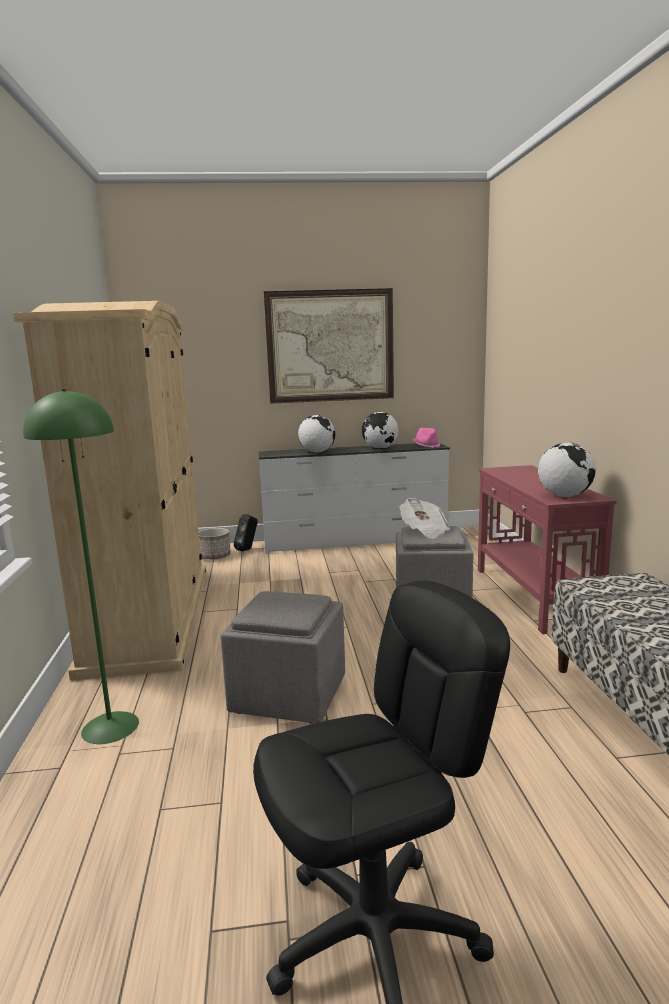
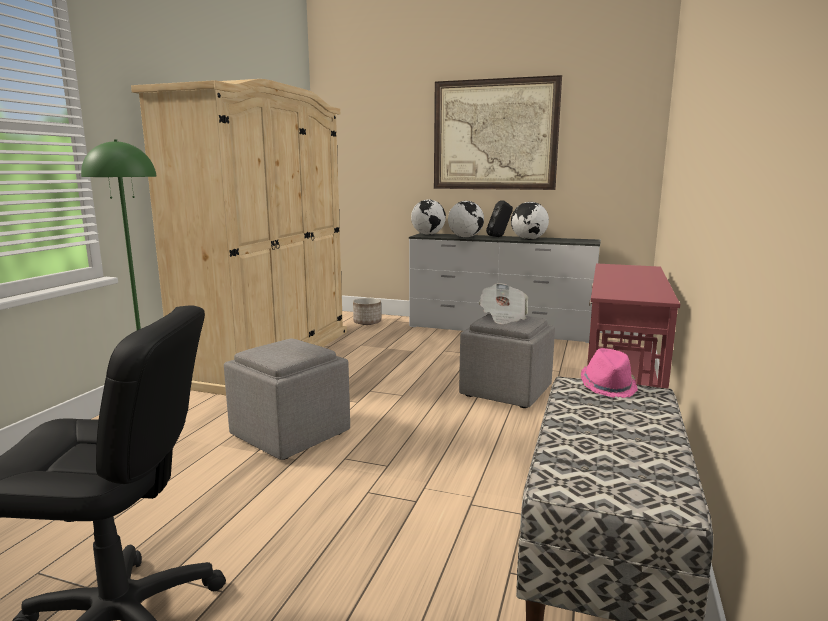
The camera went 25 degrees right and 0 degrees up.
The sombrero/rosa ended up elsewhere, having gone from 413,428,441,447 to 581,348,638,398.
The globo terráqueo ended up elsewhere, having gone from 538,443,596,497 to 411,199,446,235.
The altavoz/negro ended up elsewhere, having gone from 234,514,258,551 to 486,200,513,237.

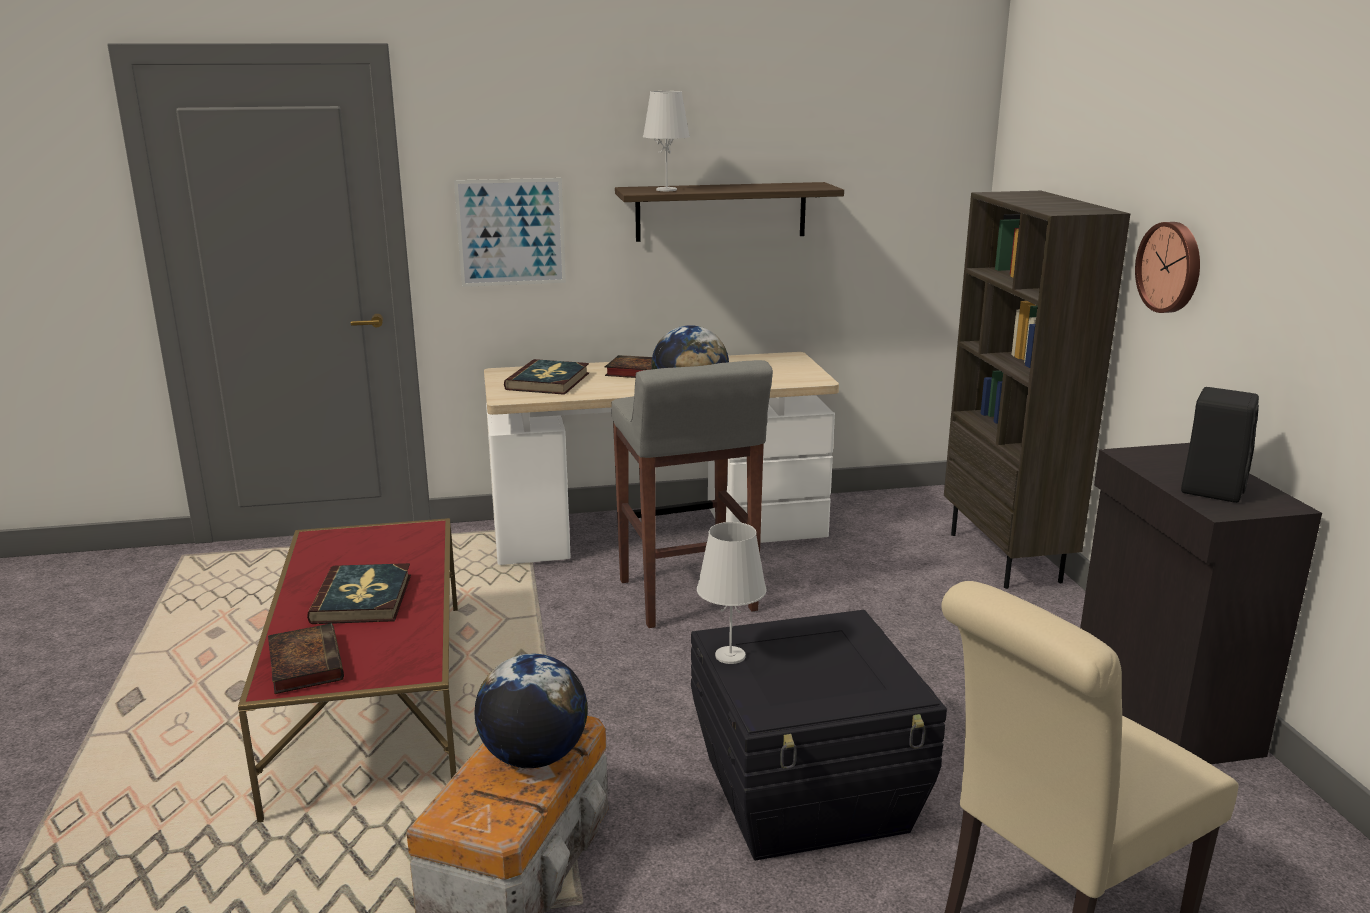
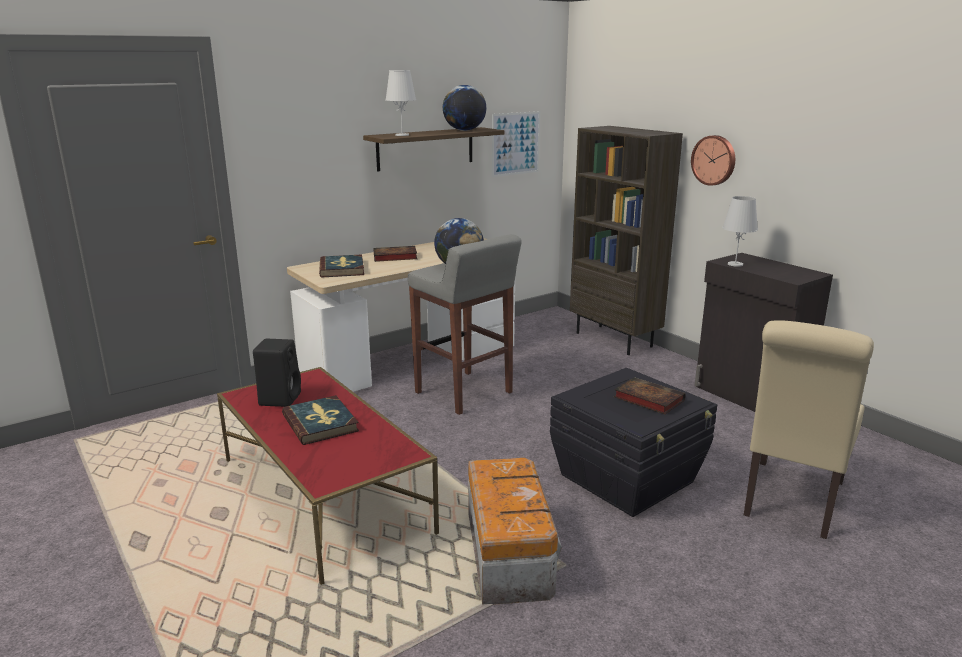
The camera went 25 degrees left and 0 degrees up.
The cuadro ended up elsewhere, having gone from 454,178,566,287 to 492,111,540,177.
The altavoz/negro ended up elsewhere, having gone from 1181,387,1259,503 to 253,339,301,407.
The lámpara de mesa/blanco ended up elsewhere, having gone from 697,522,767,664 to 722,196,758,267.
The libro ended up elsewhere, having gone from 268,623,344,694 to 614,377,685,414.
The globo terráqueo ended up elsewhere, having gone from 475,654,588,768 to 443,85,486,131.

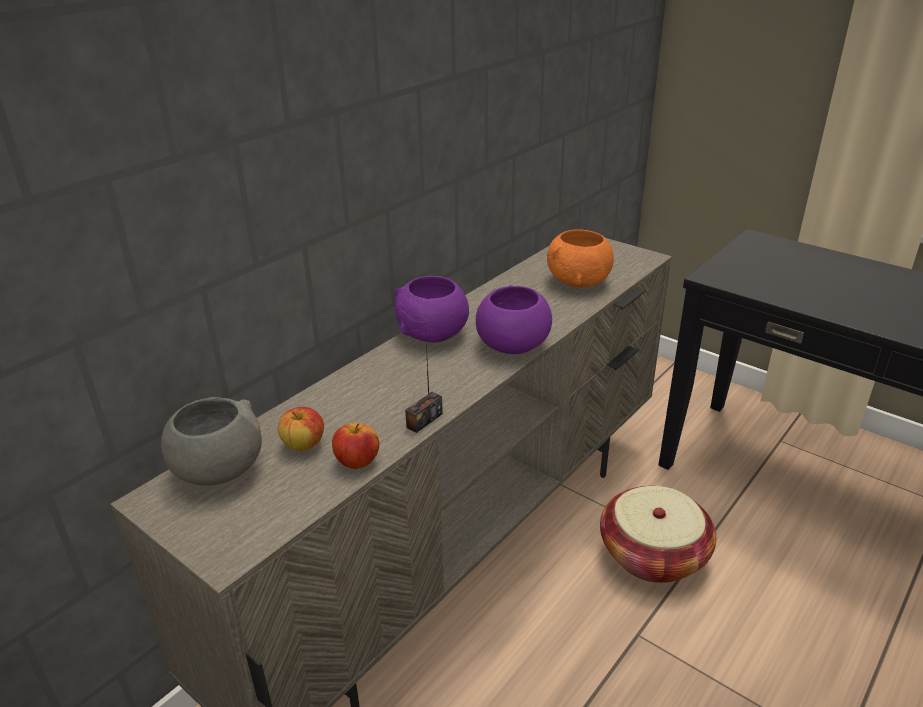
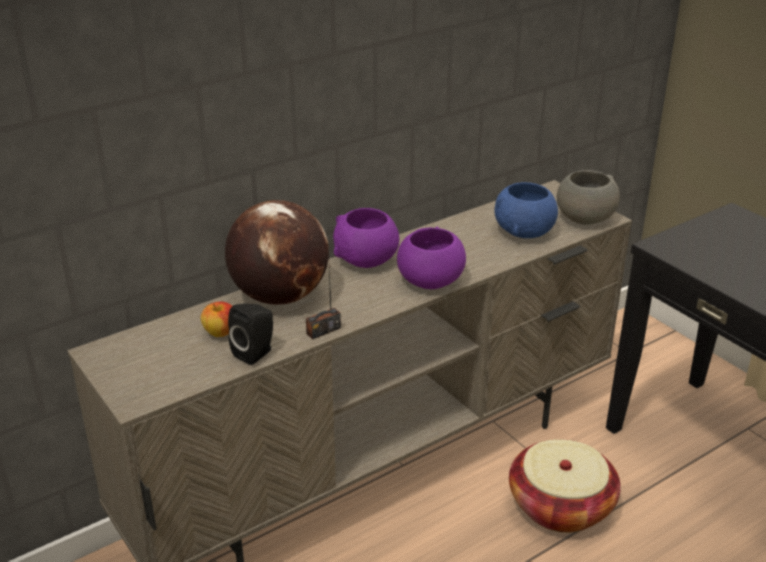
The camera went 15 degrees right and 0 degrees up.
What was the cuenco/naranja at 547,229,614,288 turned into the cuenco/azul at 494,182,558,238.
The cuenco/gris ended up elsewhere, having gone from 161,397,262,486 to 557,170,620,225.
Where the manzana stood at 332,423,379,469, the altavoz/negro came to stand at 228,303,273,365.
The second view gained the globo terráqueo at 225,200,329,305.

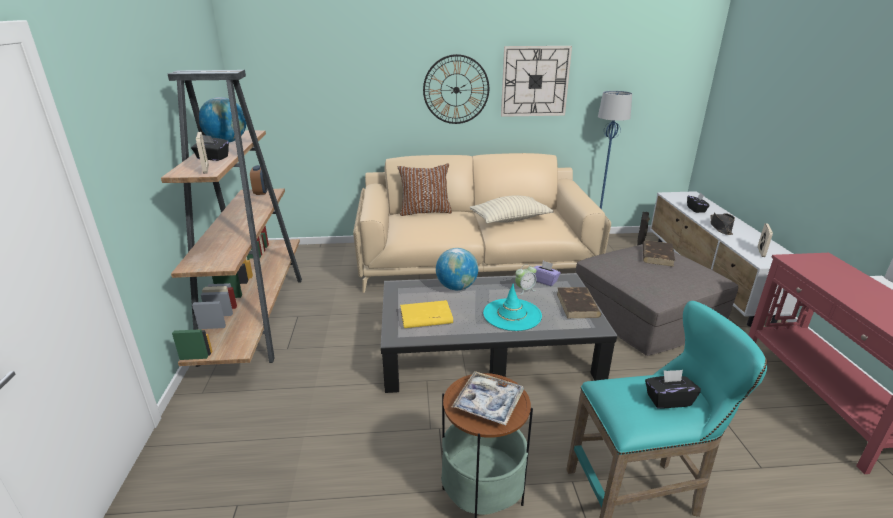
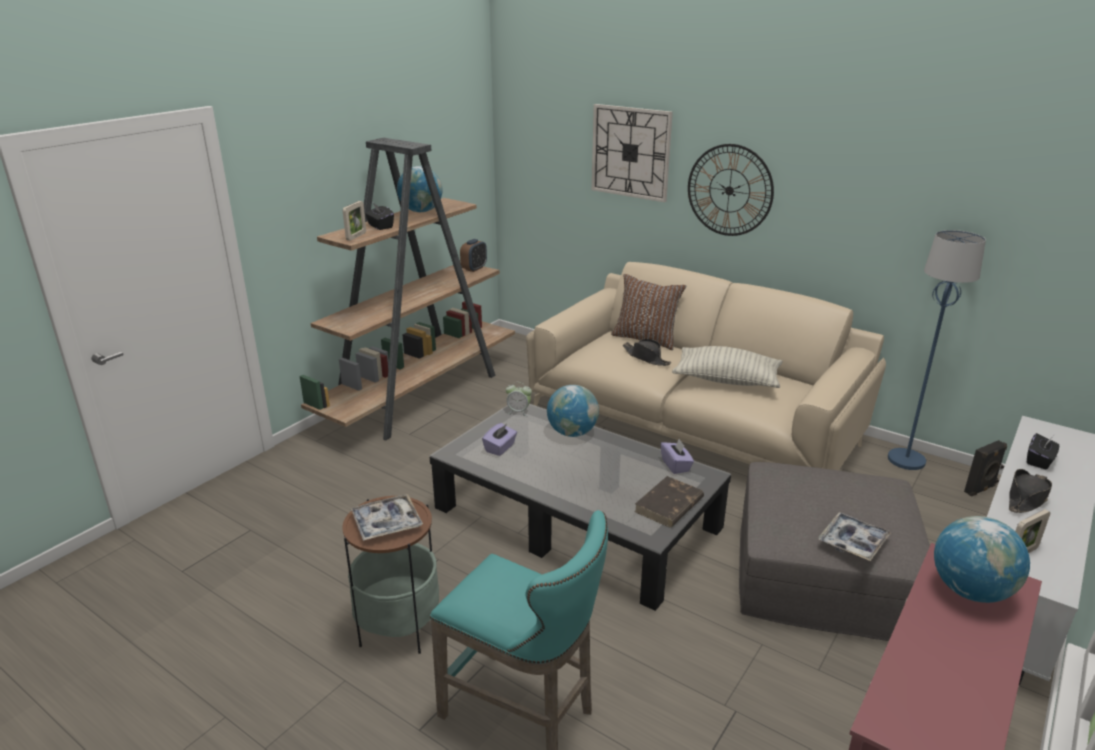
The camera went 40 degrees right and 0 degrees up.
The reloj de pared ended up elsewhere, having gone from 501,46,572,117 to 592,104,673,202.
The second view lost the libro/marrón at 643,240,675,267.
The despertador ended up elsewhere, having gone from 515,264,536,295 to 506,382,532,416.
The second view lost the sombrero/turquesa at 483,284,542,331.
Where the libro/amarillo stood at 400,300,453,328, the caja de pañuelos/morado came to stand at 482,423,517,456.
The second view lost the caja de pañuelos/negro at 645,370,701,409.
The second view gained the sombrero/negro at 623,339,671,366.
The second view gained the bandeja at 818,512,891,561.
The second view gained the globo terráqueo at 934,516,1030,603.

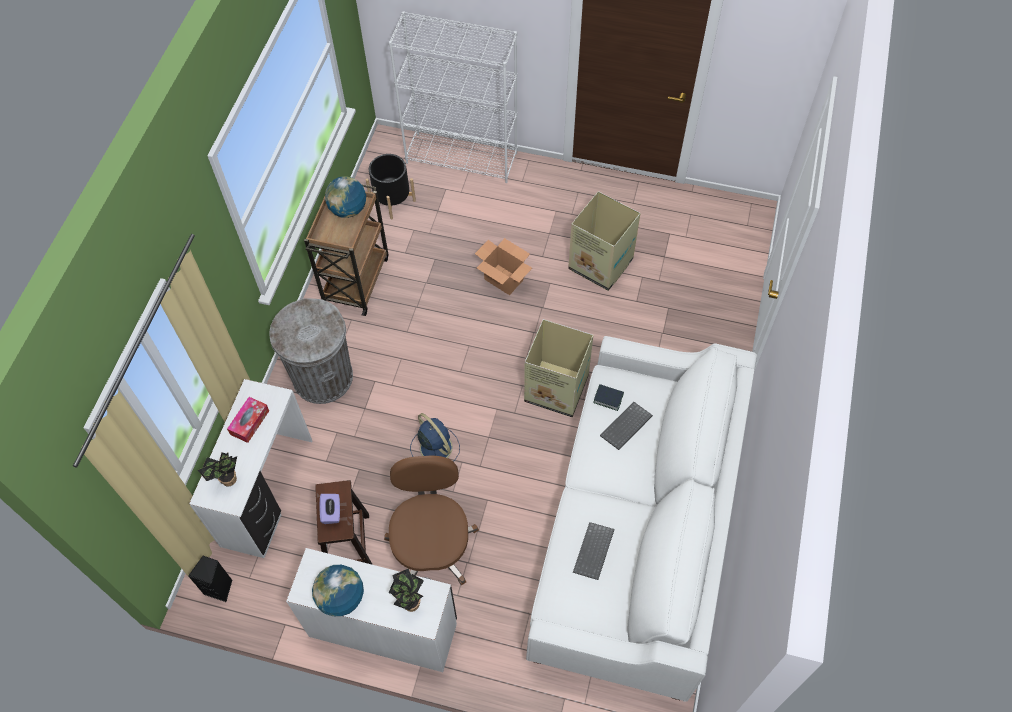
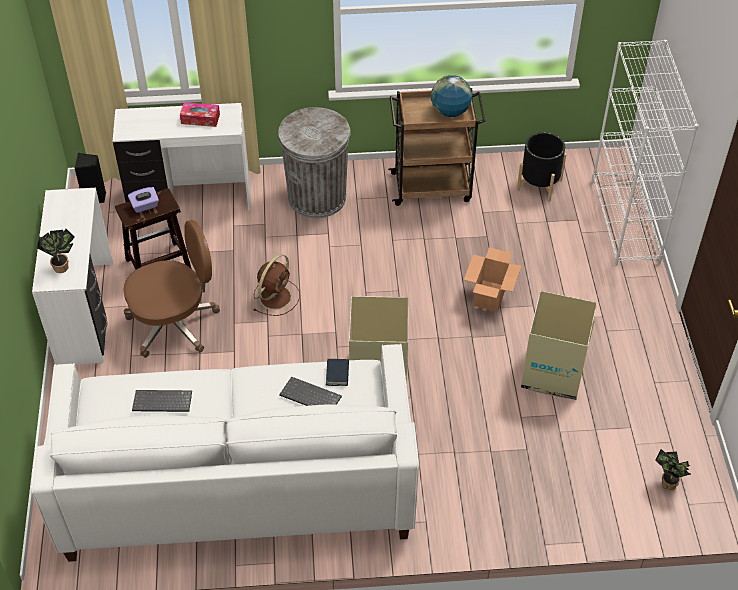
The camera went 70 degrees right and 10 degrees down.
What was the ventilador/azul at 410,413,460,462 turned into the ventilador/marrón at 254,254,300,316.
The planta en maceta ended up elsewhere, having gone from 198,452,237,486 to 655,449,691,490.
The second view lost the globo terráqueo at 312,565,364,616.

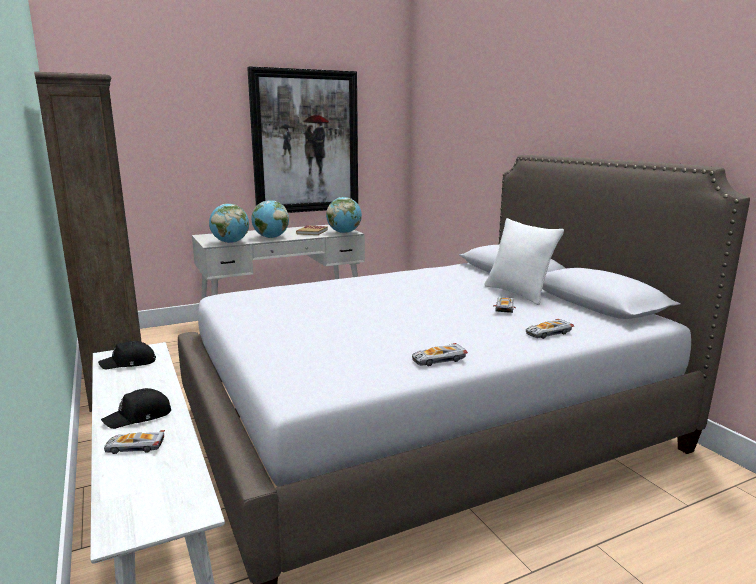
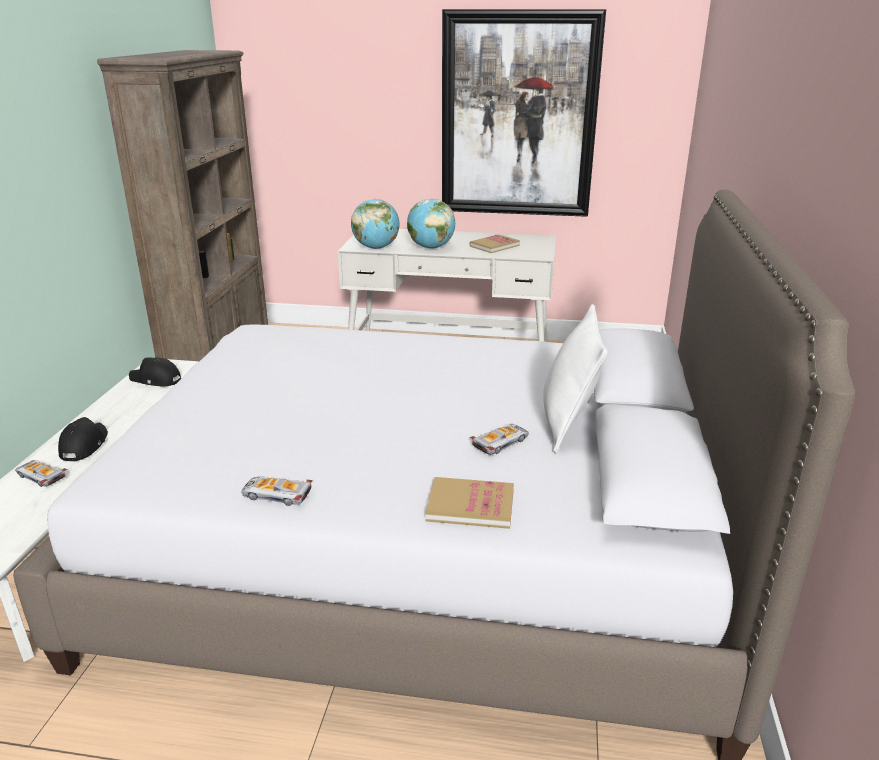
The camera went 35 degrees right and 10 degrees up.
The second view lost the globo terráqueo at 326,197,362,233.
Where the coche de juguete stood at 526,319,574,339, the libro came to stand at 425,477,514,529.
The gorra/negro at 101,388,171,429 ended up facing another way, 90 degrees clockwise from before.

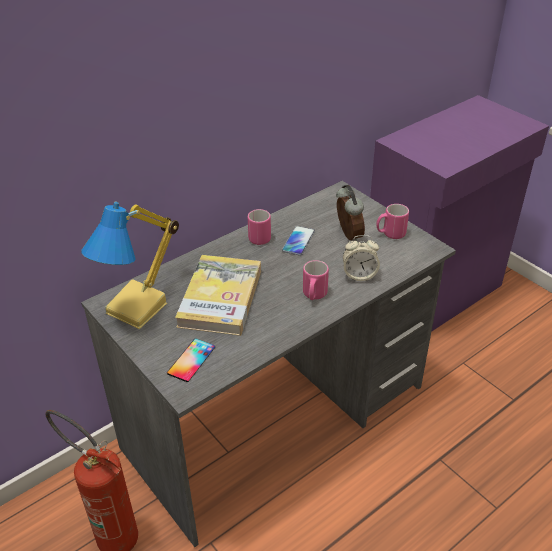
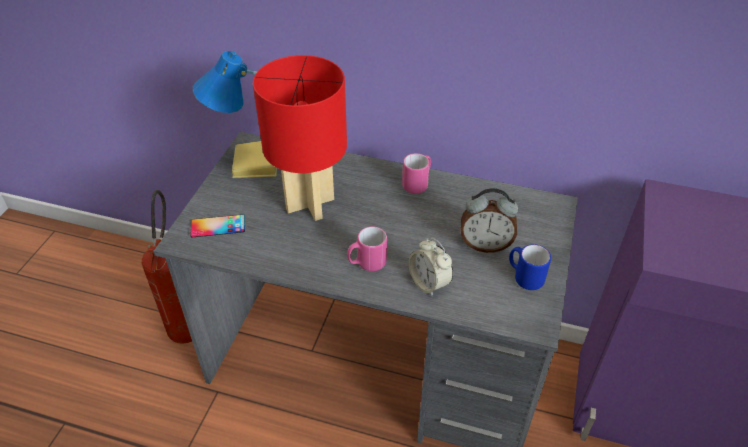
The camera went 55 degrees right and 5 degrees up.
The despertador at 336,185,365,241 ended up facing another way, 60 degrees clockwise from before.
What was the taza grande/rosa at 376,204,409,239 turned into the taza grande/azul at 509,244,551,290.
The second view lost the móvil at 282,226,315,256.
Where the libro stood at 175,255,261,336, the lámpara de mesa/rojo came to stand at 253,55,347,221.

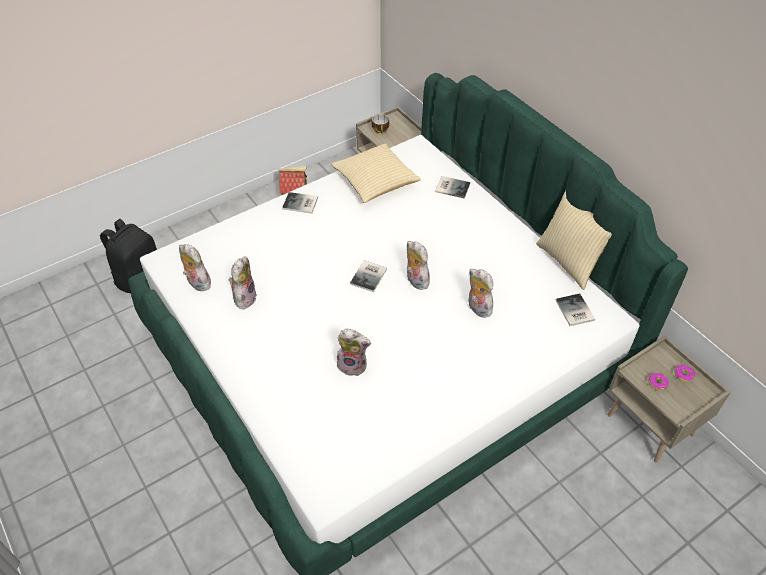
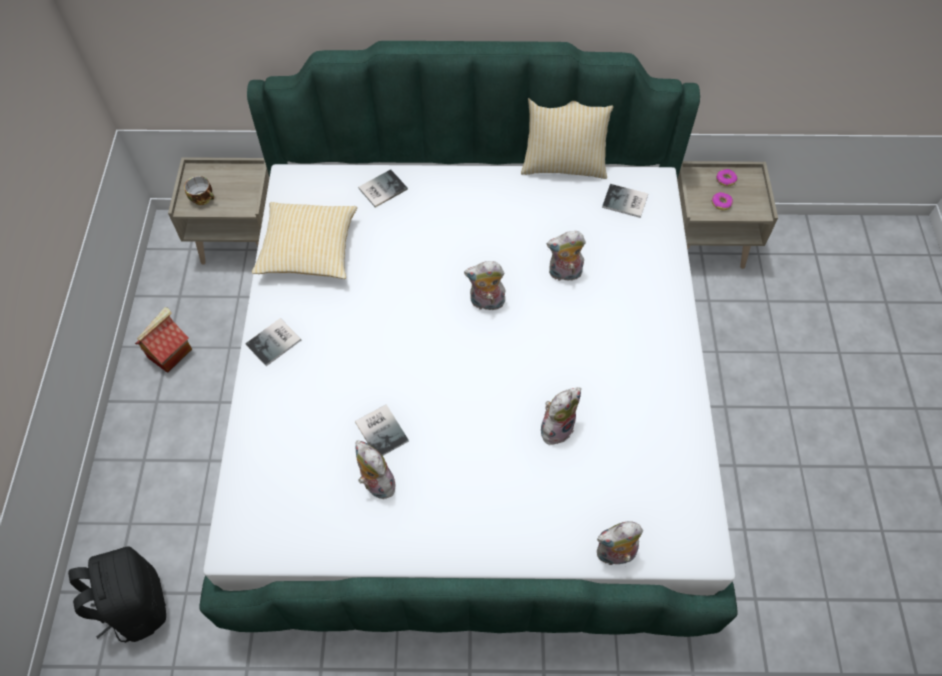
The camera went 55 degrees left and 10 degrees up.
The peluche ended up elsewhere, having gone from 179,244,214,291 to 597,521,643,565.
The libro ended up elsewhere, having gone from 350,260,387,292 to 355,404,409,456.

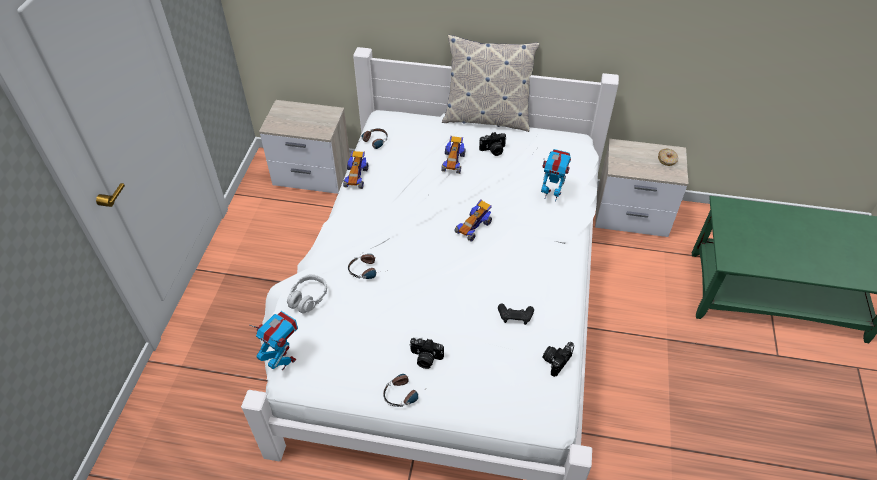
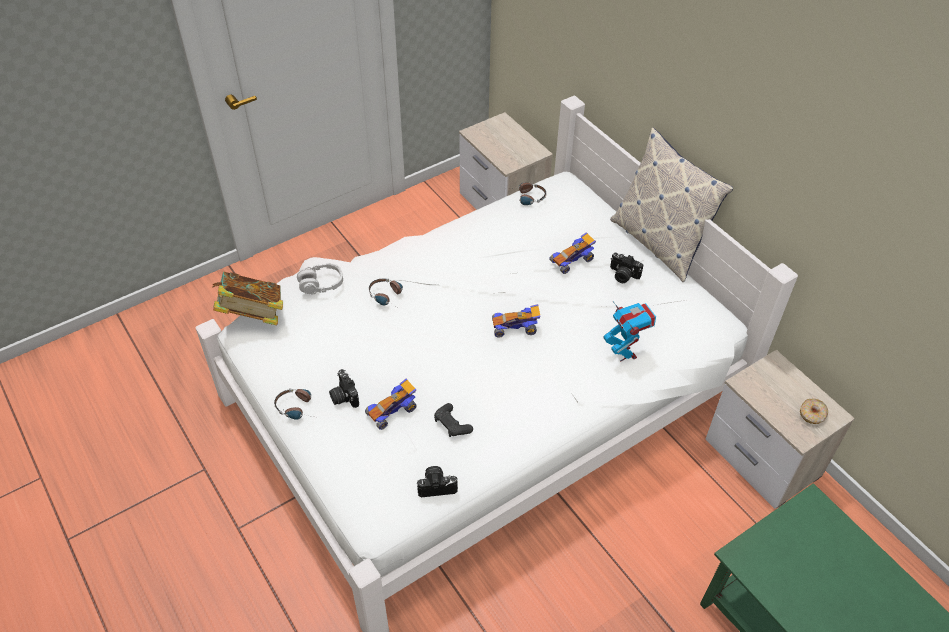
The camera went 45 degrees right and 0 degrees up.
The coche de juguete ended up elsewhere, having gone from 343,151,368,189 to 365,378,417,430.
Where the robot de juguete stood at 249,311,298,370, the libro came to stand at 212,272,283,325.

